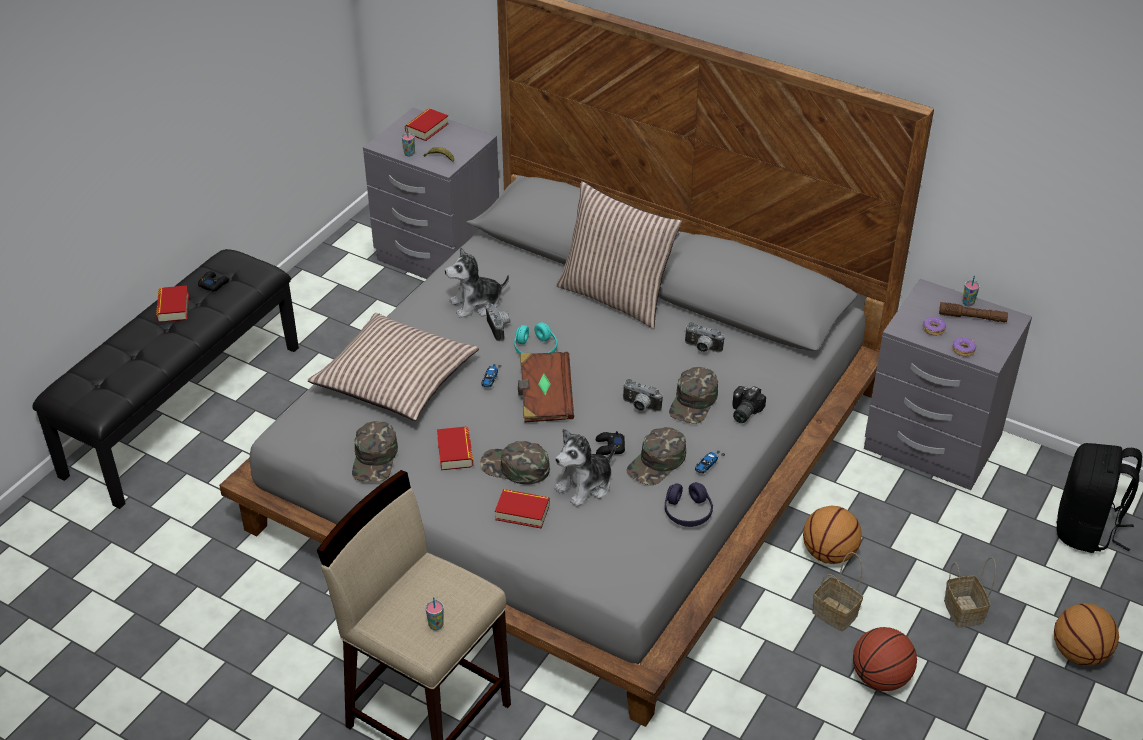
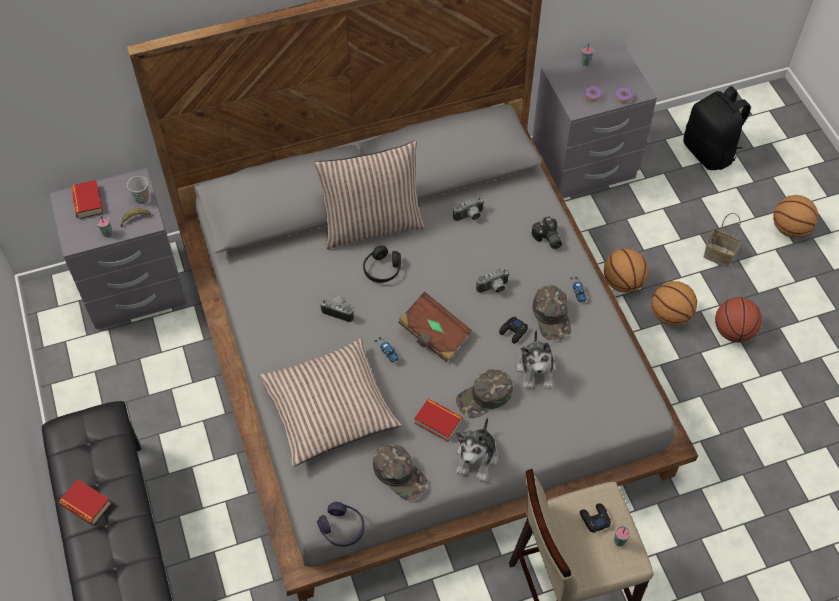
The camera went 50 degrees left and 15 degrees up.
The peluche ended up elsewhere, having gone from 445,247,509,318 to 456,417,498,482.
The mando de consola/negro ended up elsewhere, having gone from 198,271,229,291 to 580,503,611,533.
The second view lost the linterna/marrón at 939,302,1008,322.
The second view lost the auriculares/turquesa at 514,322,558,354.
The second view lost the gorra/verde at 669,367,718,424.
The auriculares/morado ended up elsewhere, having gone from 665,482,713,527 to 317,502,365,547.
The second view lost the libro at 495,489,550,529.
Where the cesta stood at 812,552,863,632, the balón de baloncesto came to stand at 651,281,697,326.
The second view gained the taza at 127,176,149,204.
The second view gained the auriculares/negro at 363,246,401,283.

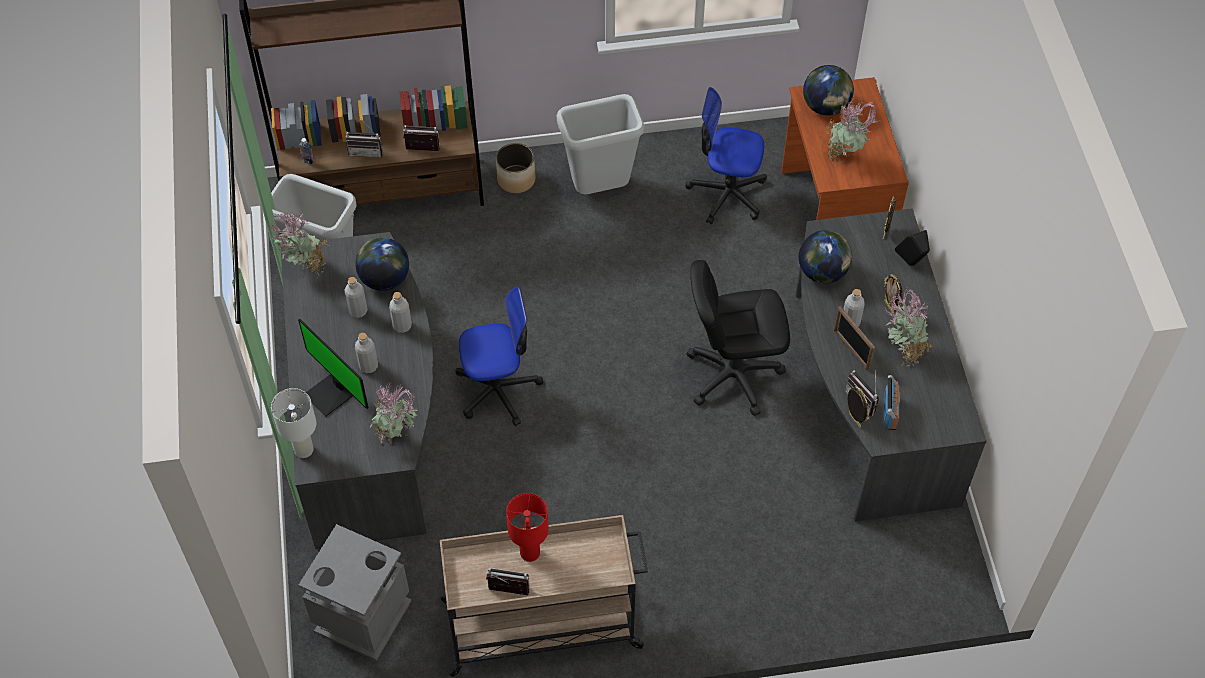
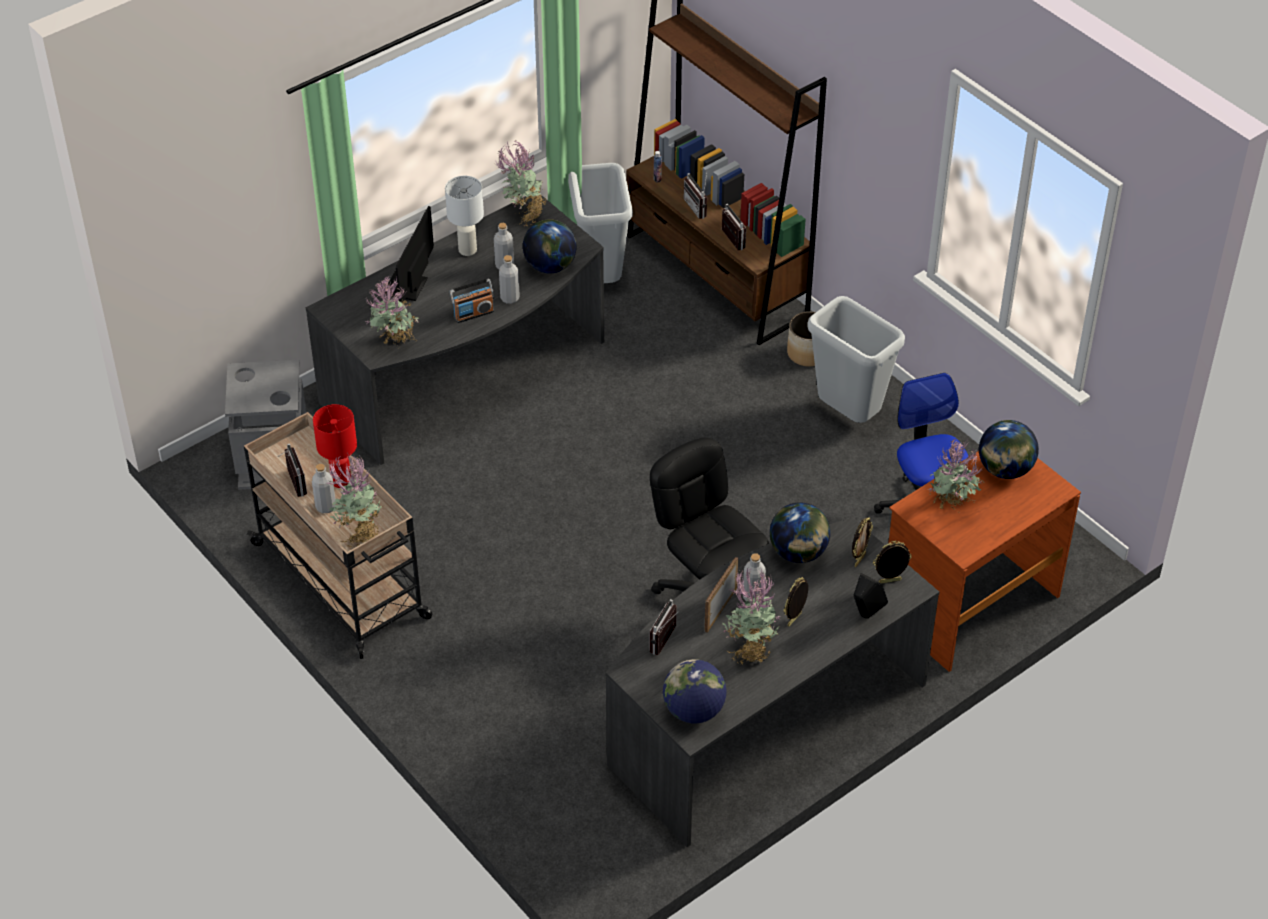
The camera went 60 degrees right and 10 degrees down.
The second view lost the silla de oficina at 455,287,543,426.
The botella/gris ended up elsewhere, having gone from 355,333,378,373 to 312,464,336,513.
The radio ended up elsewhere, having gone from 884,375,900,430 to 450,278,494,323.
The portarretratos ended up elsewhere, having gone from 848,386,869,428 to 852,517,873,567.
The lámpara de mesa/blanco ended up elsewhere, having gone from 271,388,316,458 to 445,176,484,256.
The second view gained the planta en maceta at 327,453,382,548.
The second view gained the globo terráqueo at 663,659,727,723.

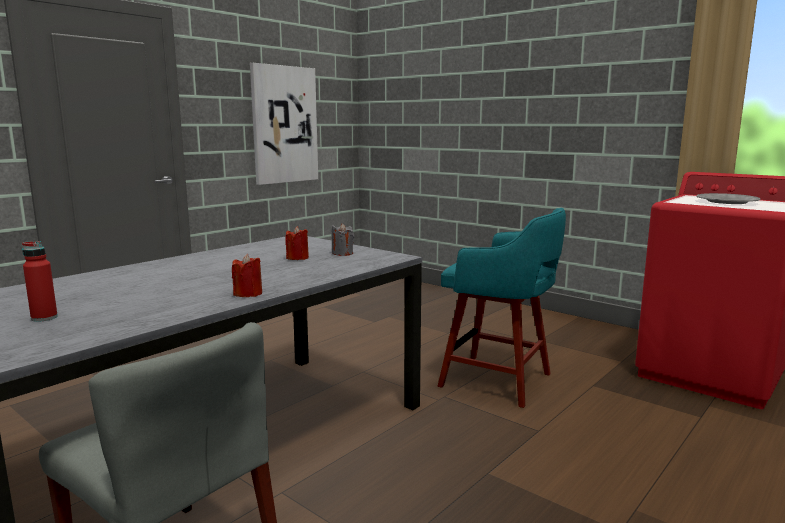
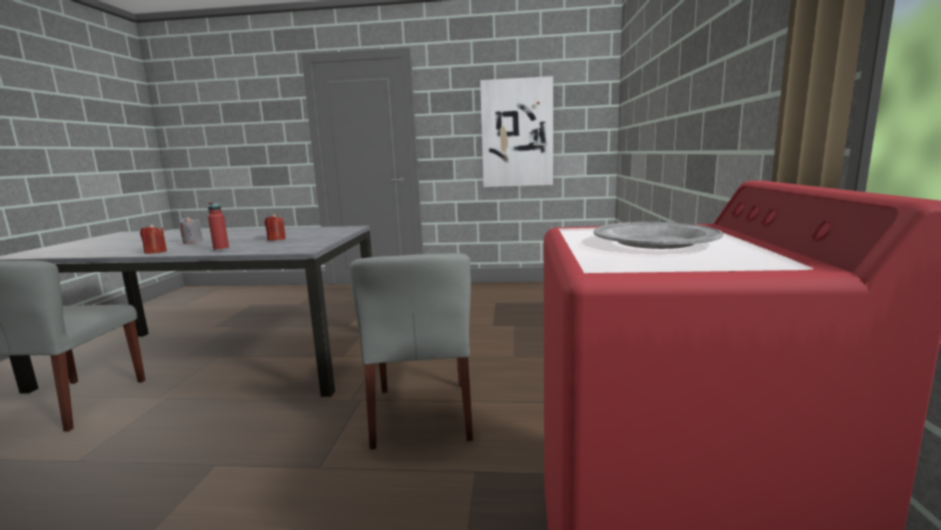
The camera went 55 degrees right and 0 degrees up.
Where the taburete/turquesa stood at 438,208,566,408, the silla/gris came to stand at 350,253,473,449.
The vela/gris ended up elsewhere, having gone from 332,223,354,256 to 178,217,203,244.
The botella/rojo ended up elsewhere, having gone from 22,241,58,322 to 208,202,229,251.

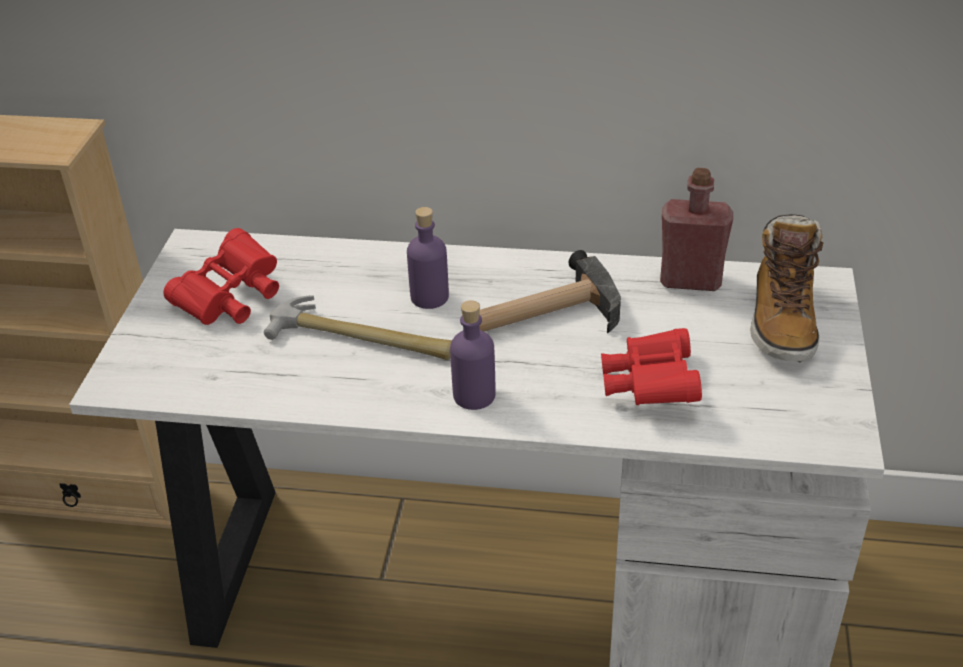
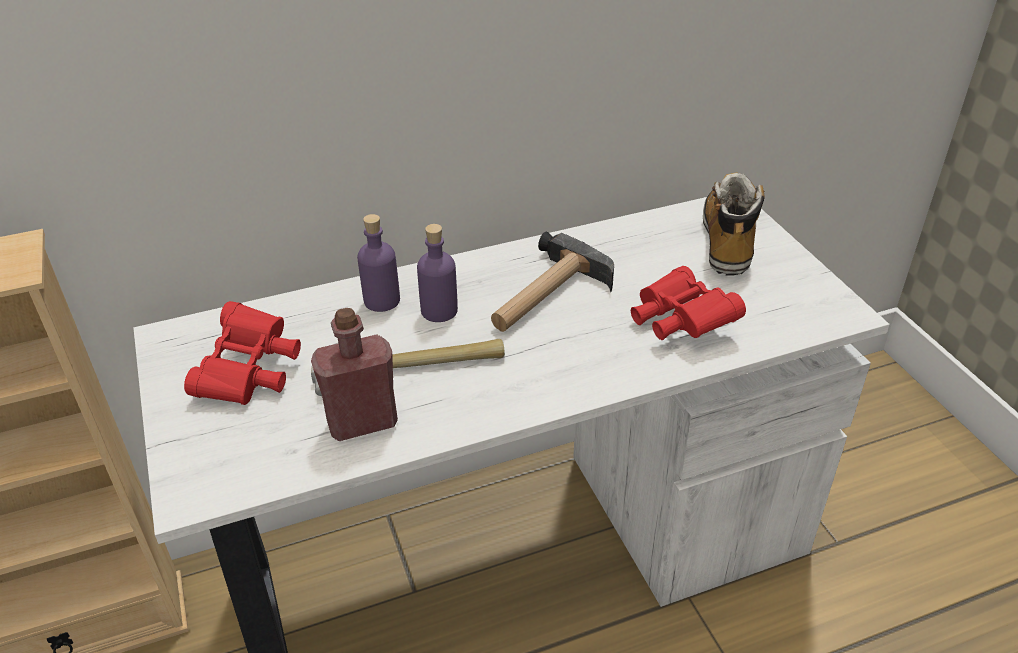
The camera went 30 degrees left and 0 degrees up.
The botella/rojo ended up elsewhere, having gone from 660,168,733,291 to 311,308,398,441.
The bota at 751,214,824,363 ended up facing another way, 150 degrees counterclockwise from before.
The botella/morado ended up elsewhere, having gone from 450,300,495,410 to 357,214,400,312.

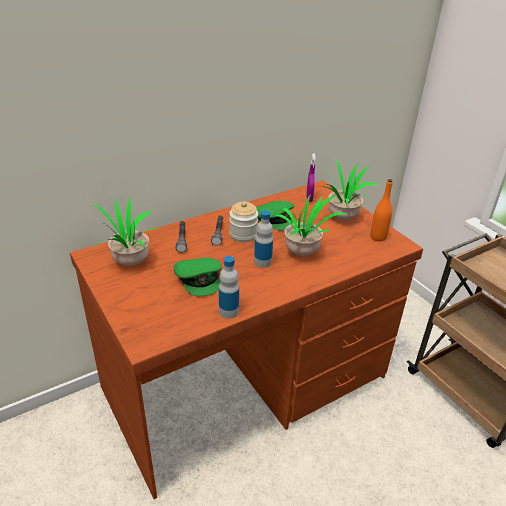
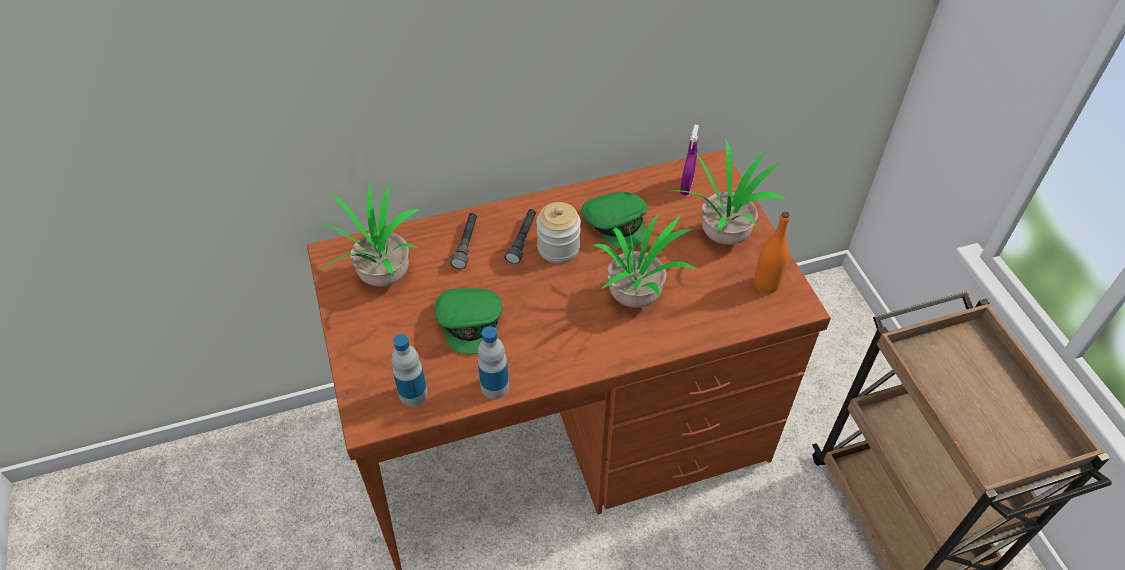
The camera went 15 degrees right and 15 degrees up.
The botella ended up elsewhere, having gone from 254,210,273,268 to 391,334,428,407.

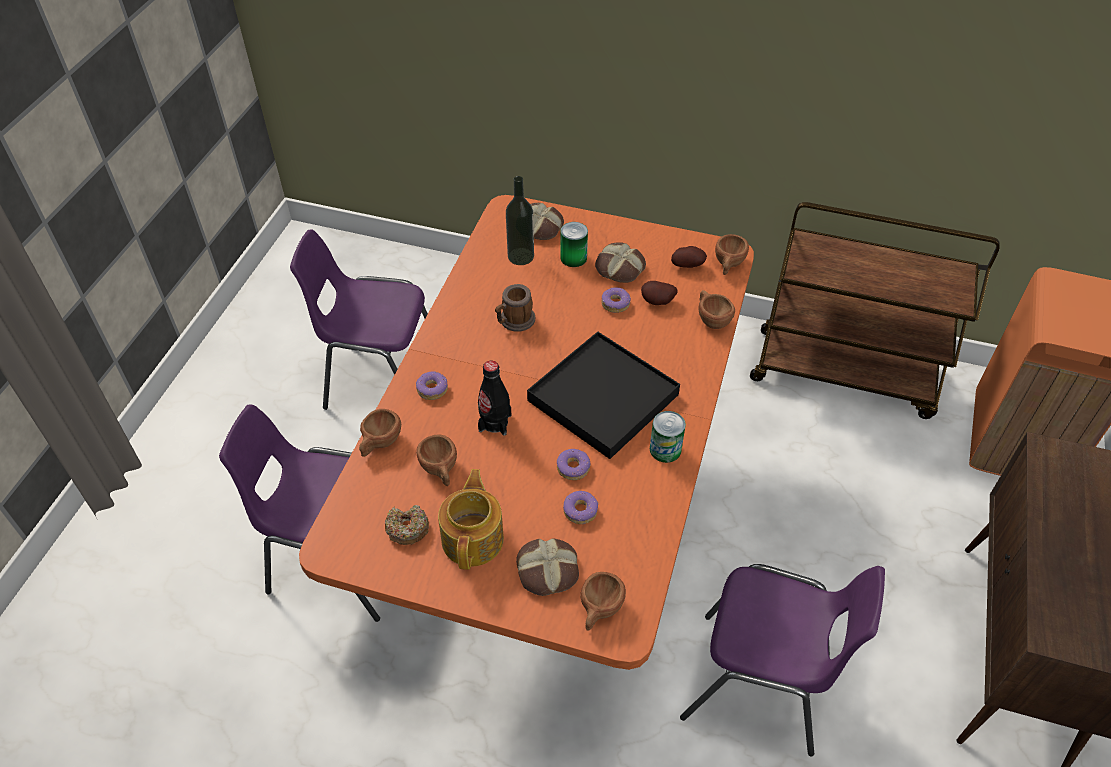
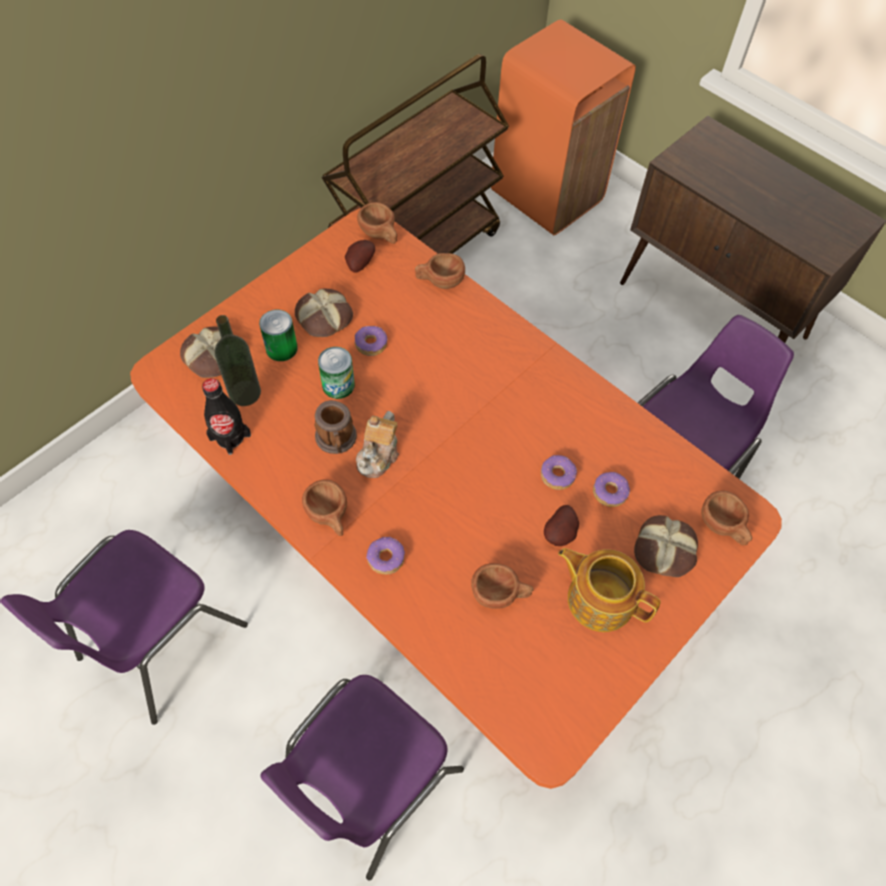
The camera went 65 degrees left and 10 degrees up.
The patata ended up elsewhere, having gone from 641,281,678,305 to 544,505,579,546.
The second view lost the bandeja/negro at 527,332,680,459.
The botella/negro ended up elsewhere, having gone from 478,361,511,436 to 202,378,251,455.
The taza/marrón ended up elsewhere, having gone from 359,409,401,457 to 302,479,347,536.
The lata ended up elsewhere, having gone from 650,411,686,463 to 318,347,355,399.
The second view lost the rosquilla at 385,505,429,545.
The second view gained the tetera at 356,411,399,478.

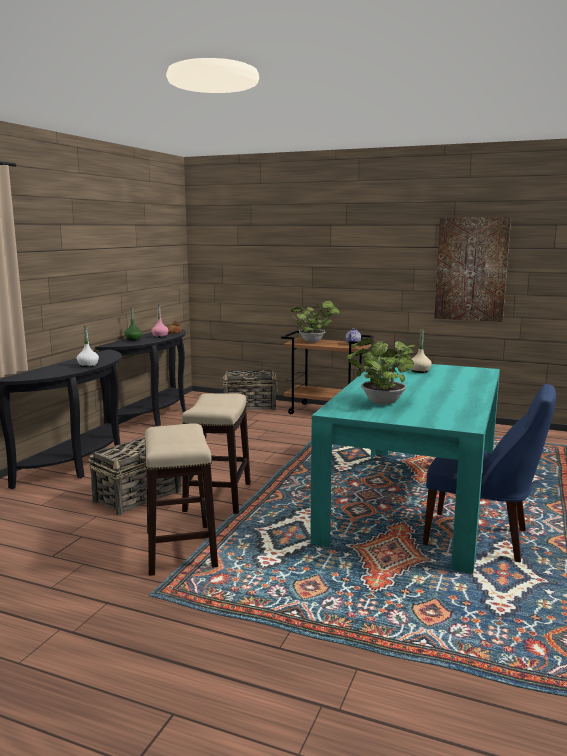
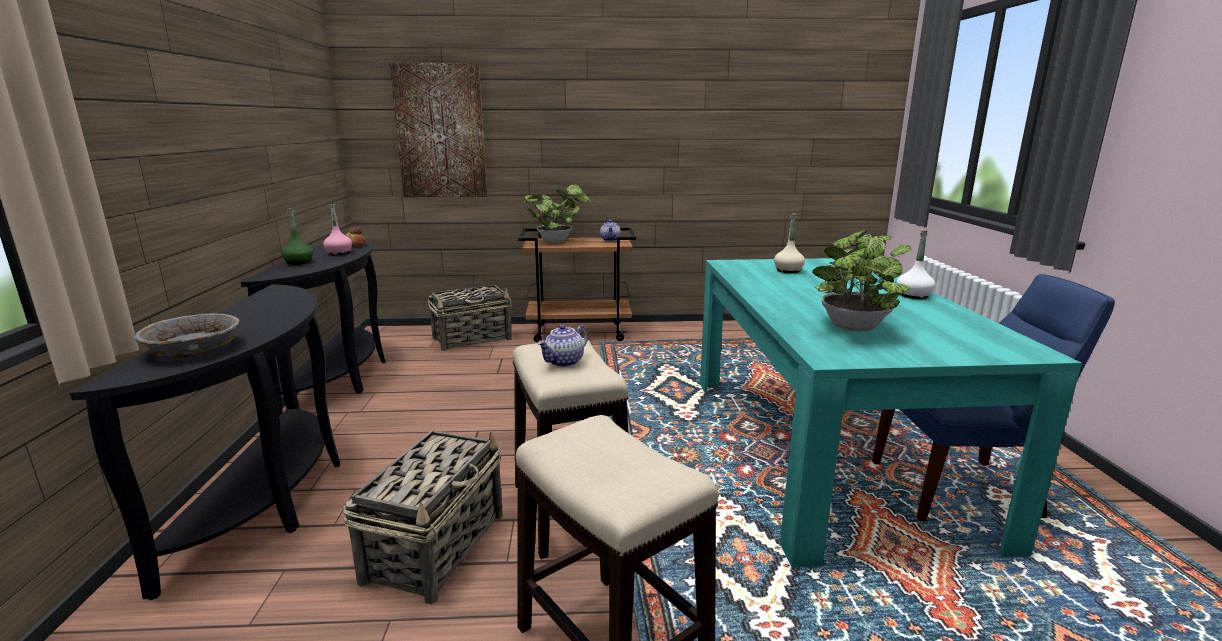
The camera went 25 degrees left and 5 degrees up.
The cuadro ended up elsewhere, having gone from 434,217,511,322 to 390,63,487,197.
The botella/blanco ended up elsewhere, having gone from 77,325,99,367 to 897,230,935,299.
The second view gained the cuenco/gris at 134,313,240,358.
The second view gained the tetera at 537,324,588,367.

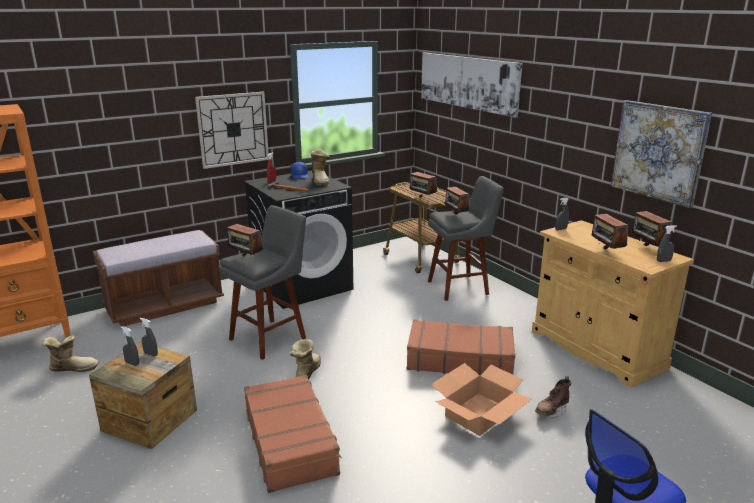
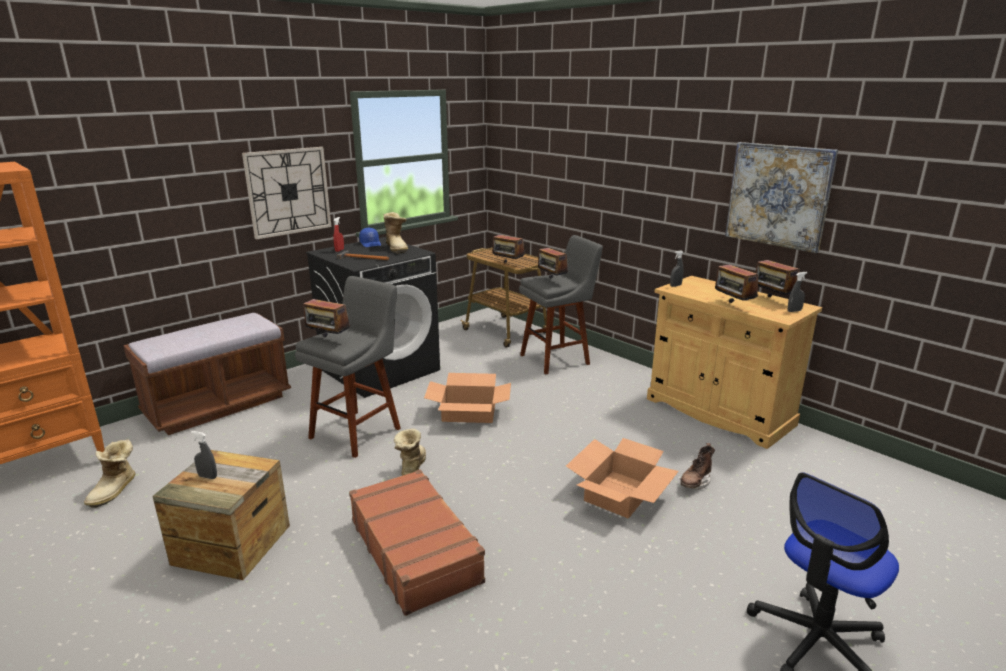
The camera went 10 degrees left and 0 degrees up.
The second view lost the cuadro at 421,53,522,118.
The second view lost the pulverizador/gris at 140,318,158,356.
The second view lost the maleta/marrón at 407,319,515,376.
The bota at 42,335,99,372 ended up facing another way, 120 degrees clockwise from before.
The second view gained the caja de cartón at 424,373,511,423.

